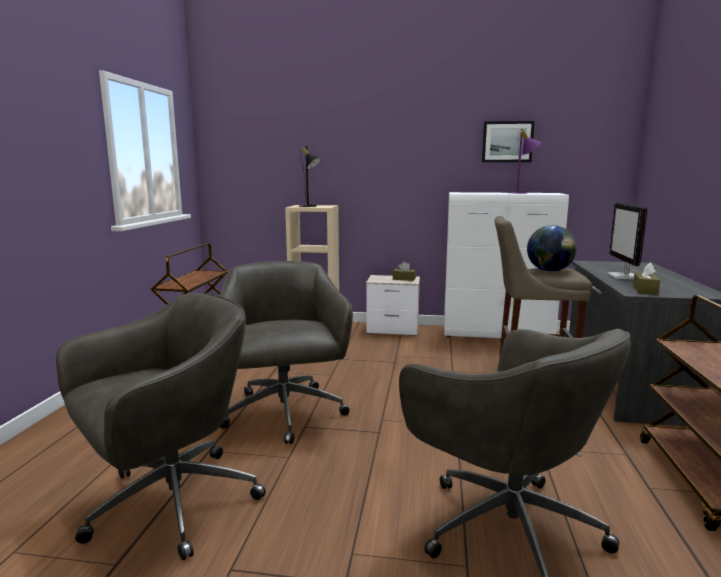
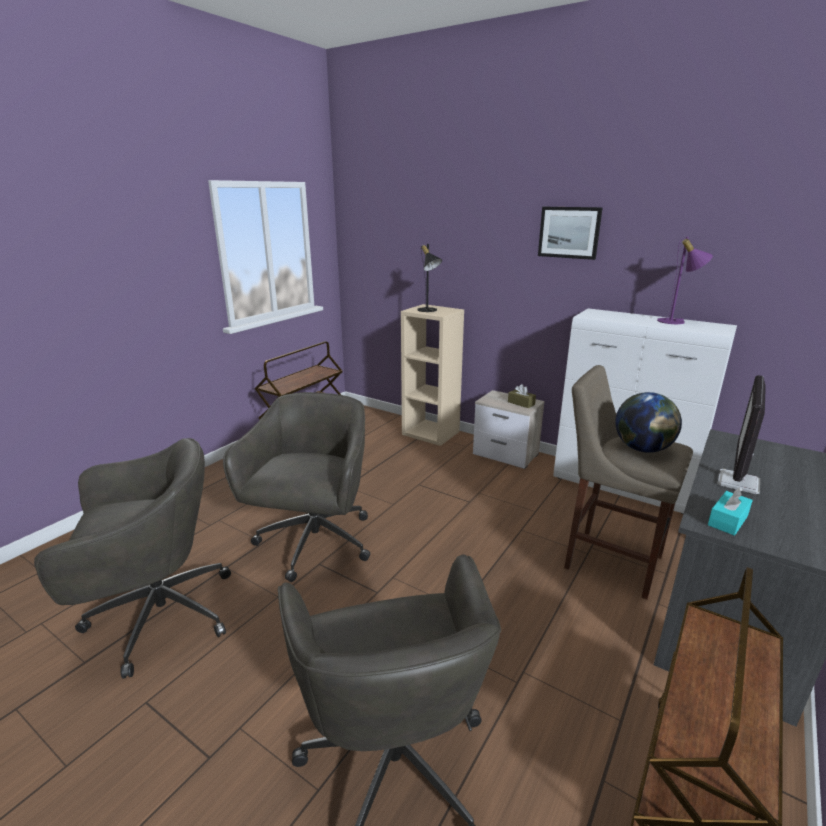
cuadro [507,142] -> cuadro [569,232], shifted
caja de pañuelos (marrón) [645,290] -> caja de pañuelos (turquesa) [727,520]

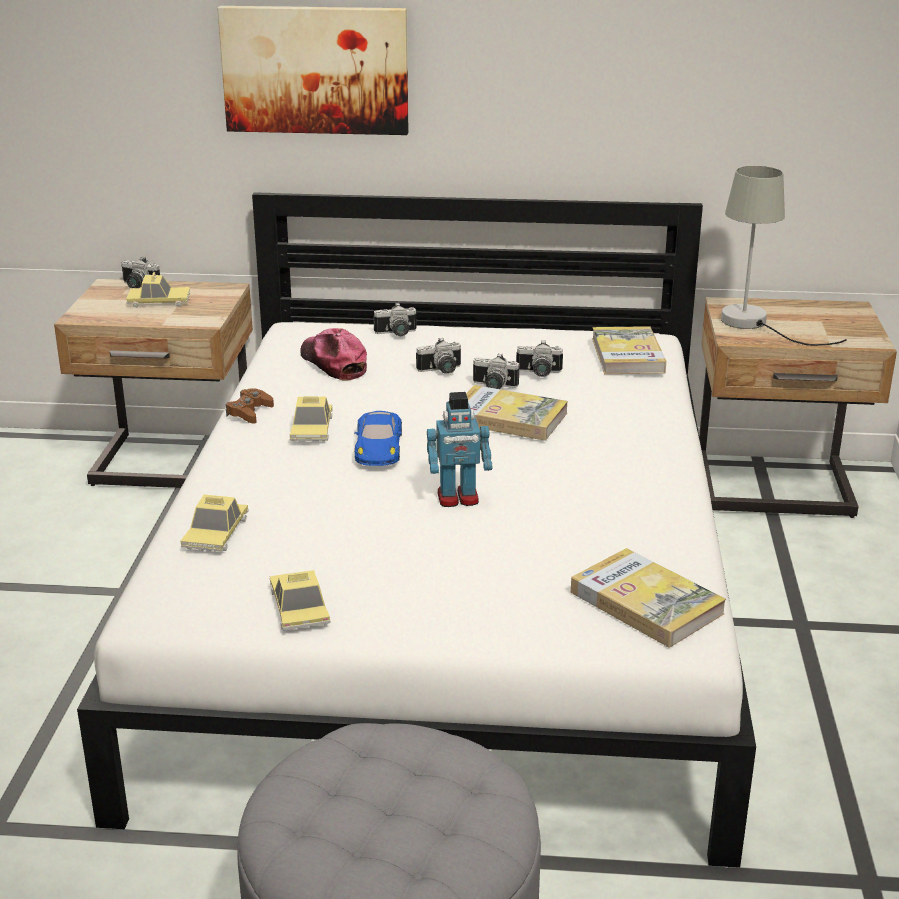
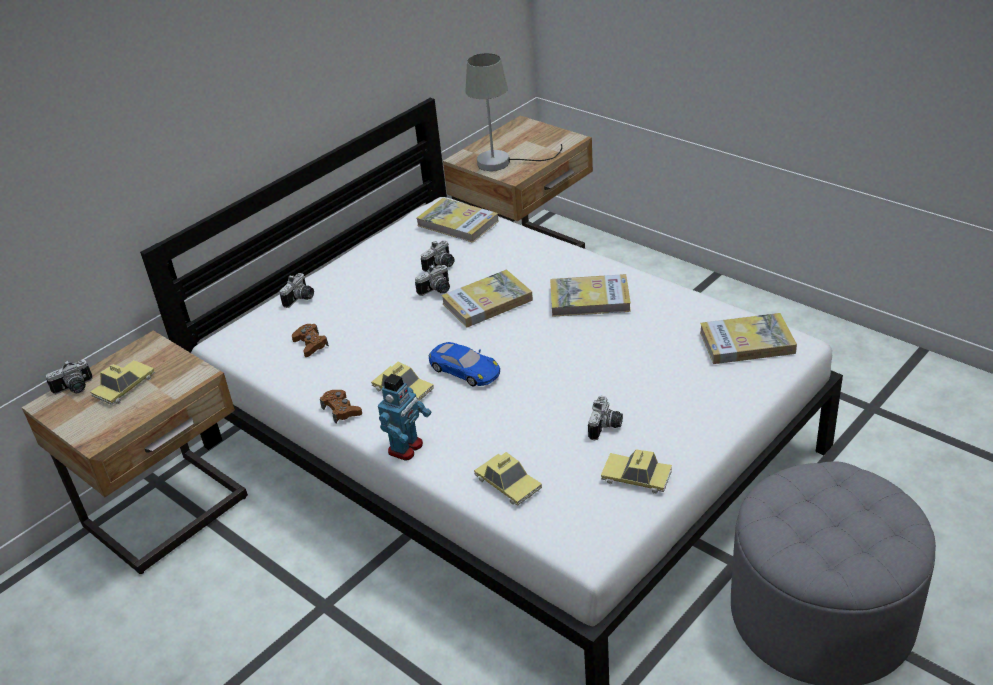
cuadro [315,70] -> none
gorra [333,363] -> mando de consola (marrón) [310,344]
cámara [441,371] -> cámara [606,427], shifted
robot de juguete [458,498] -> robot de juguete [406,448], shifted
none -> libro [589,299]

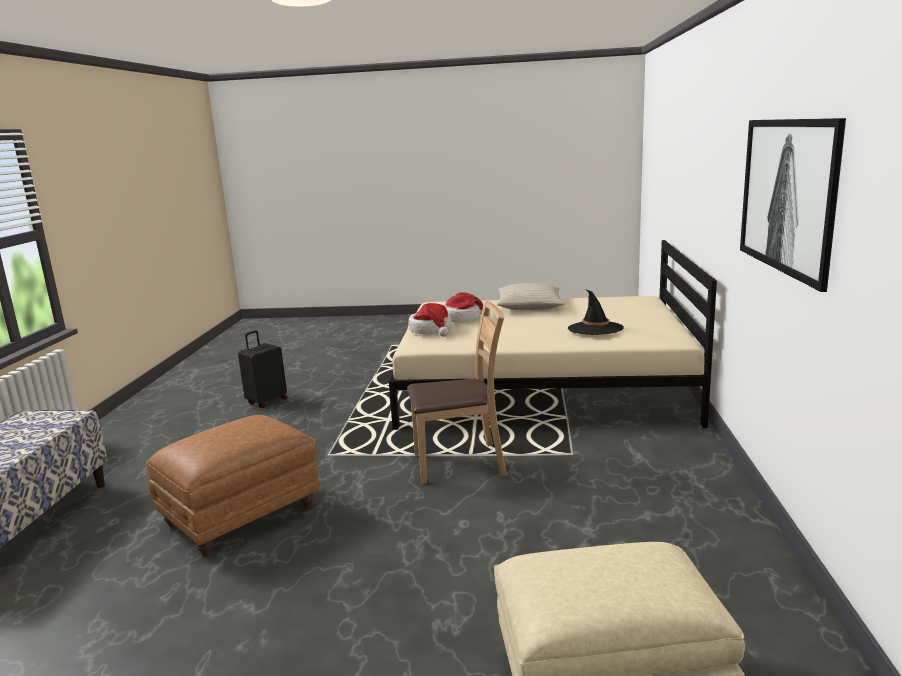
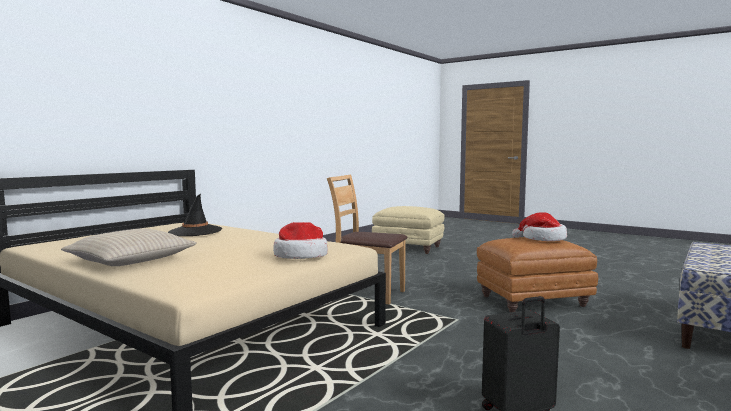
cuadro [789,195] -> none
sombrero [461,318] -> sombrero [542,239], shifted

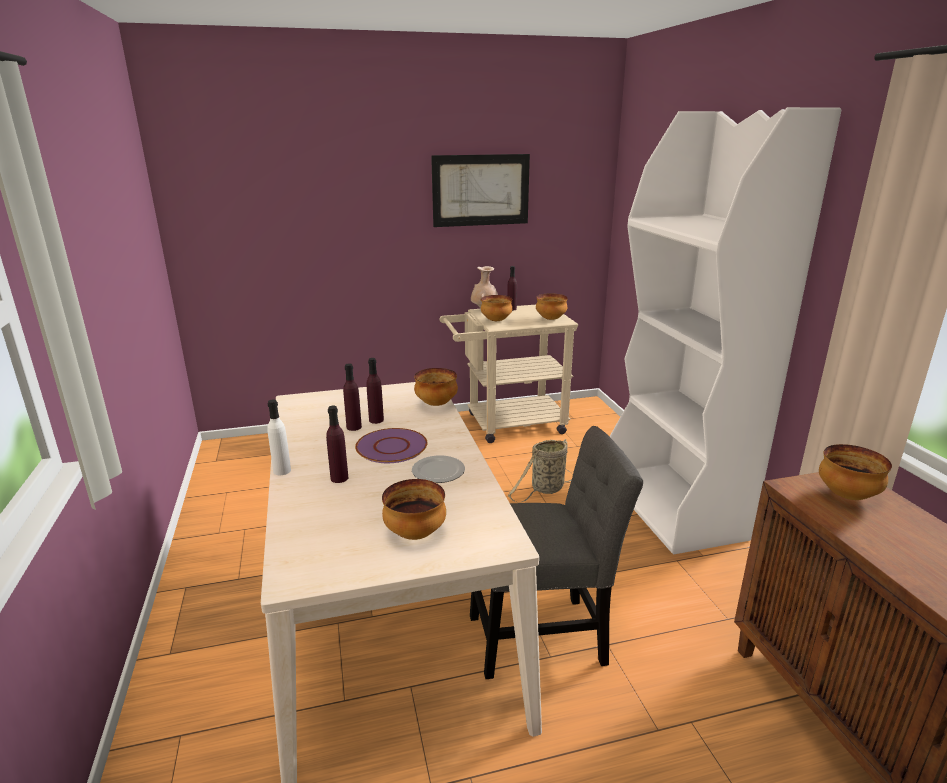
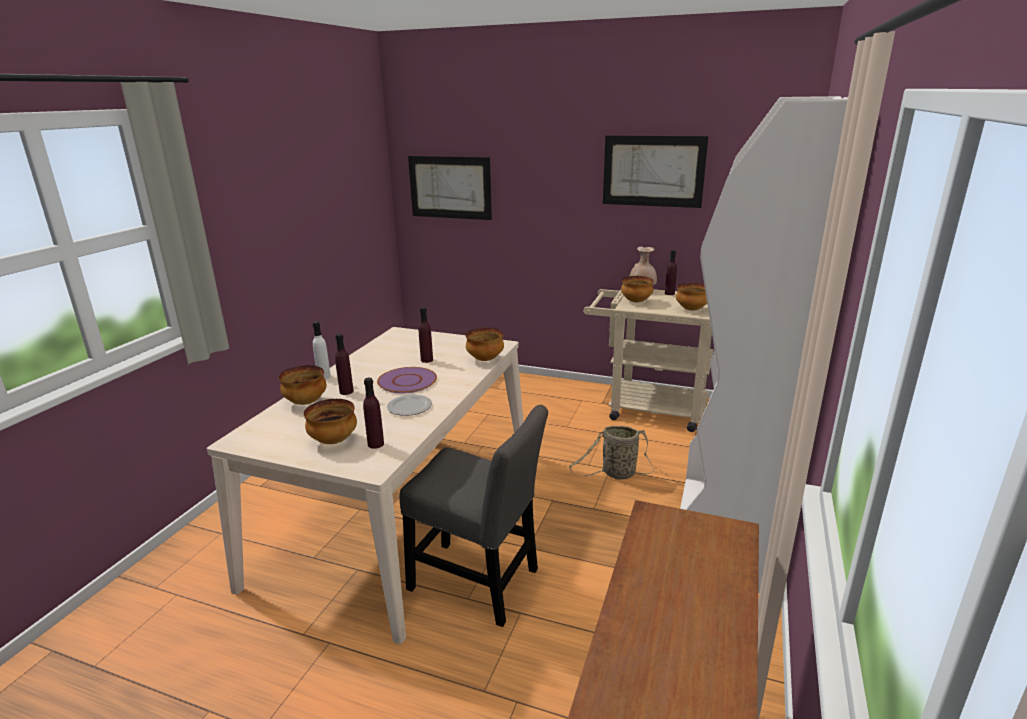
botella (morado) [354,427] -> botella (morado) [376,444], shifted
cuenco [846,495] -> cuenco [306,402], shifted
none -> cuadro [450,187]

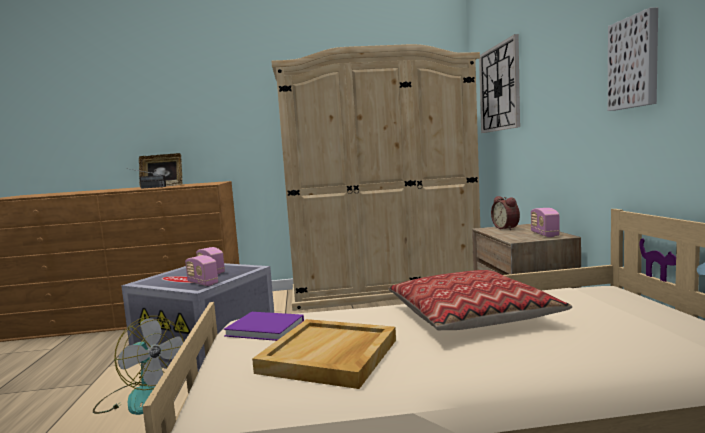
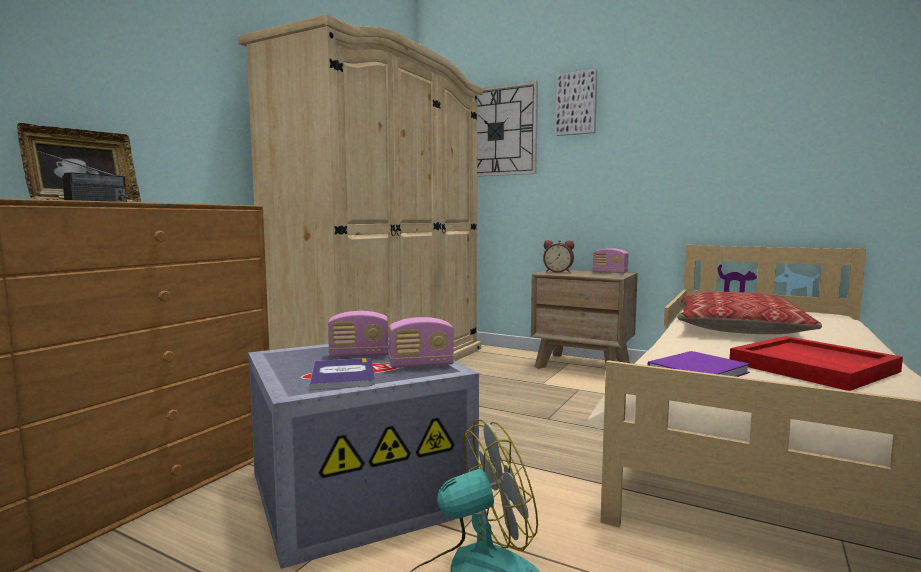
cuadro [635,62] -> cuadro [576,104], shifted
bandeja (beis) [329,356] -> bandeja (rojo) [814,367]
none -> libro [343,375]

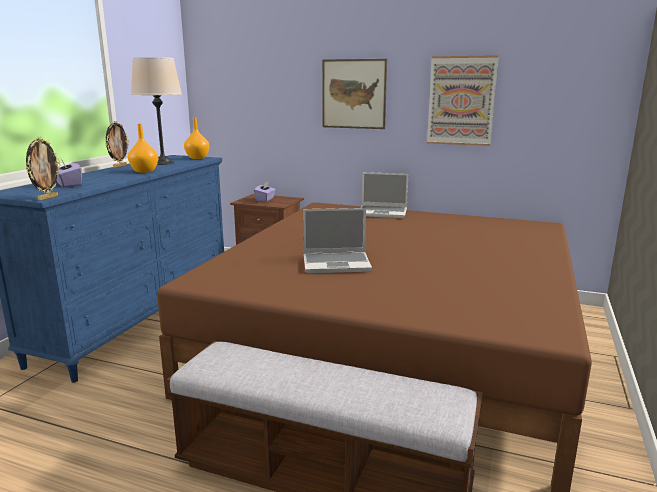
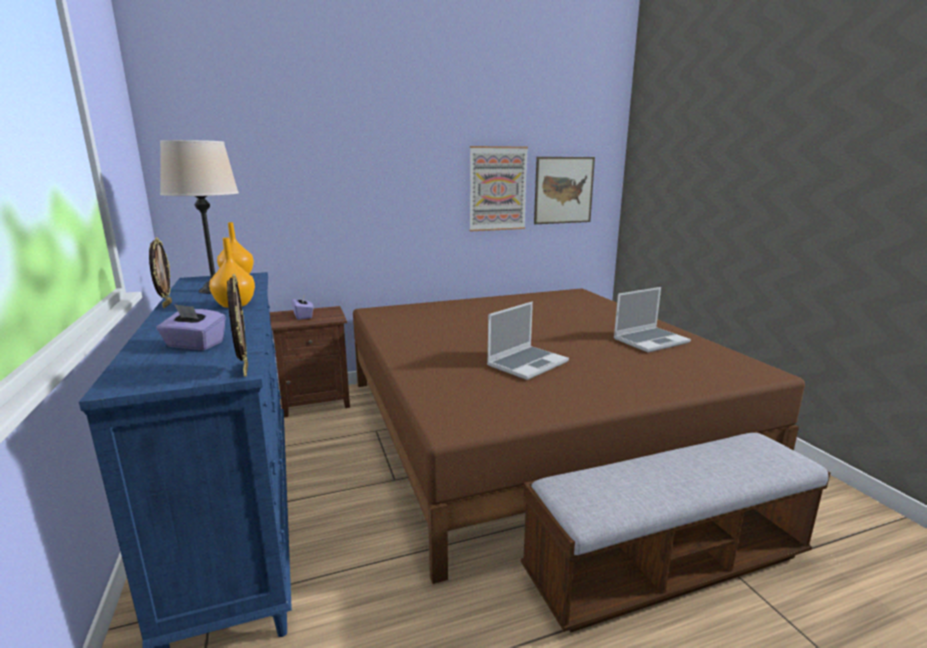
cuadro [354,94] -> cuadro [563,190], shifted
portátil [383,212] -> portátil [650,340], shifted

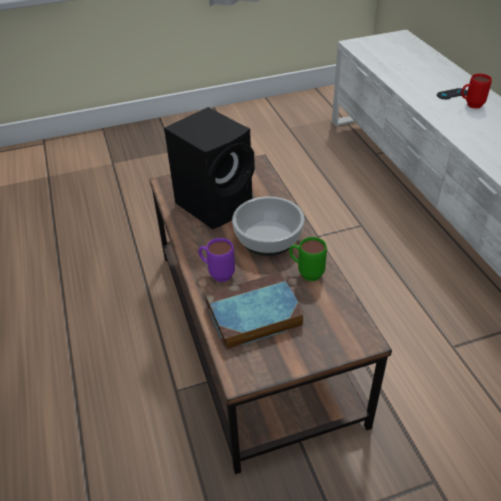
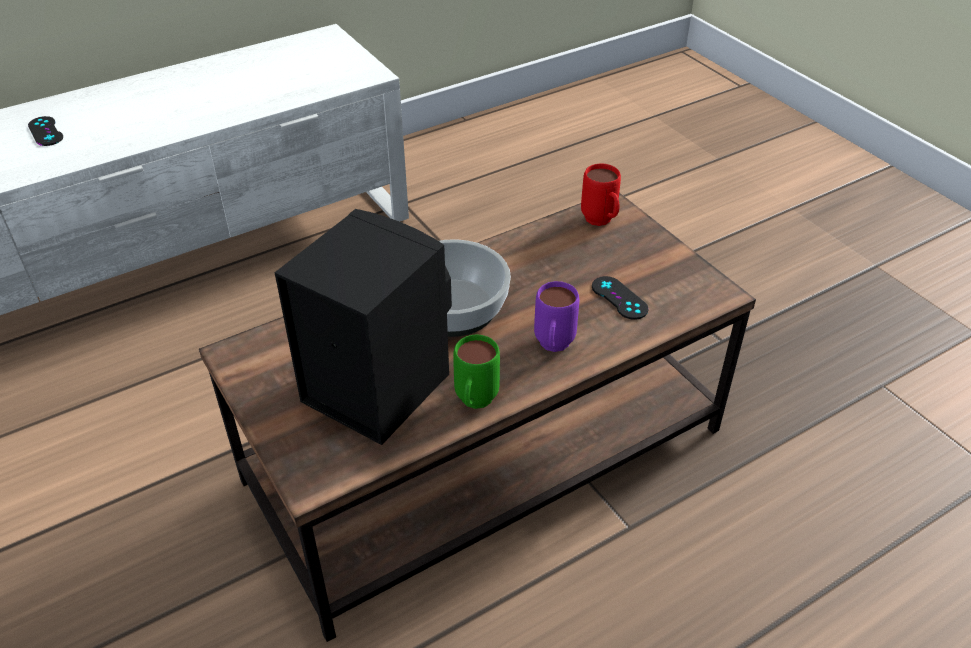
taza grande (rojo) [470,105] -> taza grande (rojo) [601,223], shifted
taza grande (verde) [306,273] -> taza grande (verde) [474,404], shifted
libro [252,316] -> mando de consola (negro) [619,298]

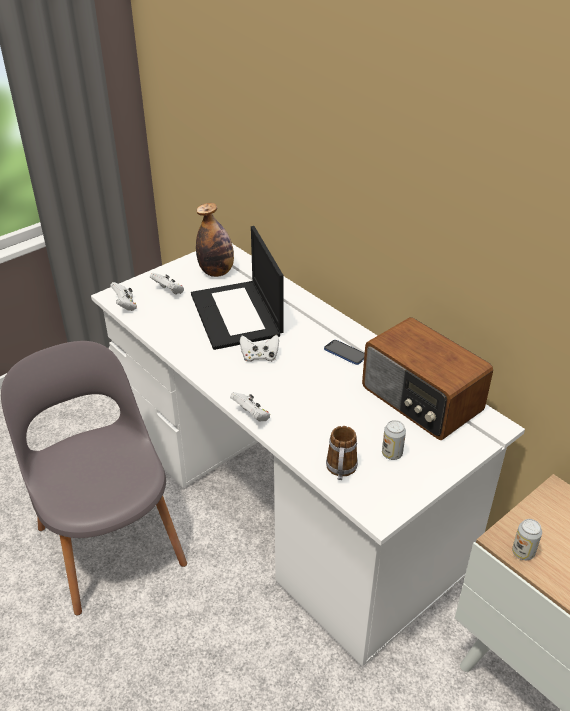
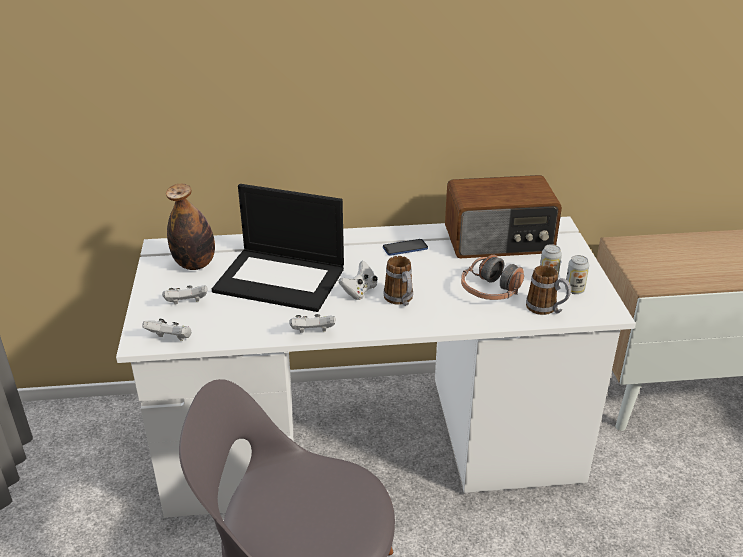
mando de consola (blanco) [251,416] -> mando de consola (blanco) [313,332], shifted
lata [523,552] -> lata [574,290], shifted
none -> auriculares [491,291]
none -> taza grande [400,300]

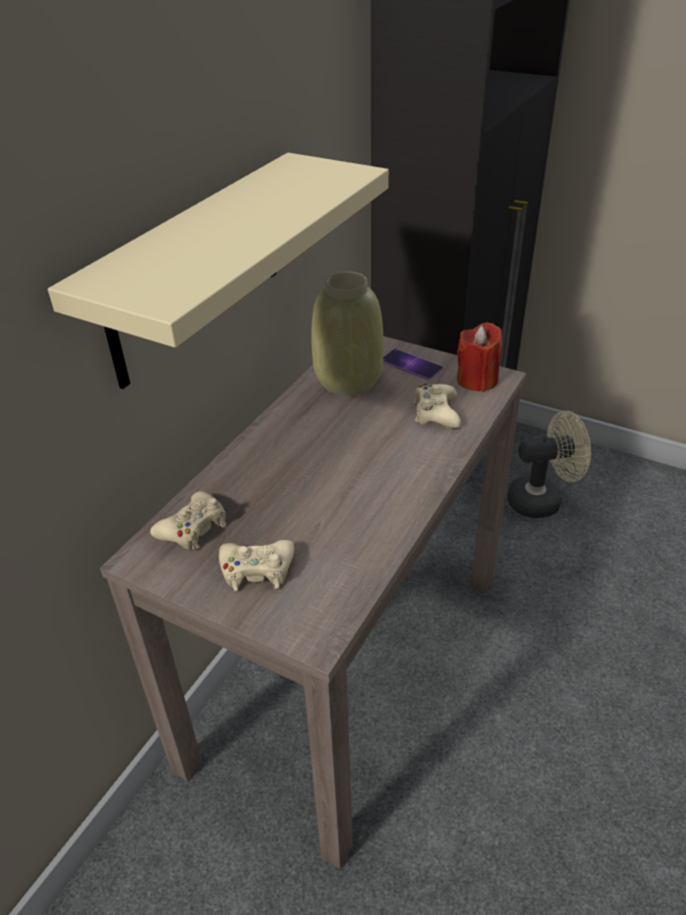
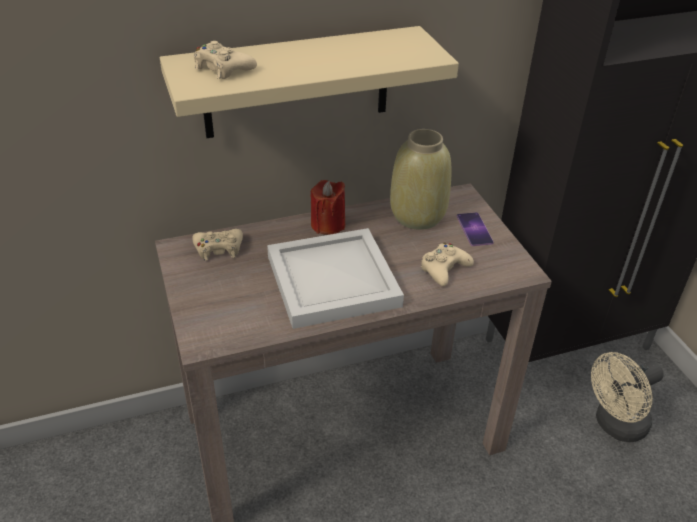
vela (rojo) [477,380] -> vela (rojo) [328,224], shifted
ventilador (beis) [542,499] -> ventilador (beis) [615,425], 120 degrees clockwise
mando de consola (beis) [257,570] -> mando de consola (beis) [223,68], shifted
none -> bandeja (blanco) [335,282]

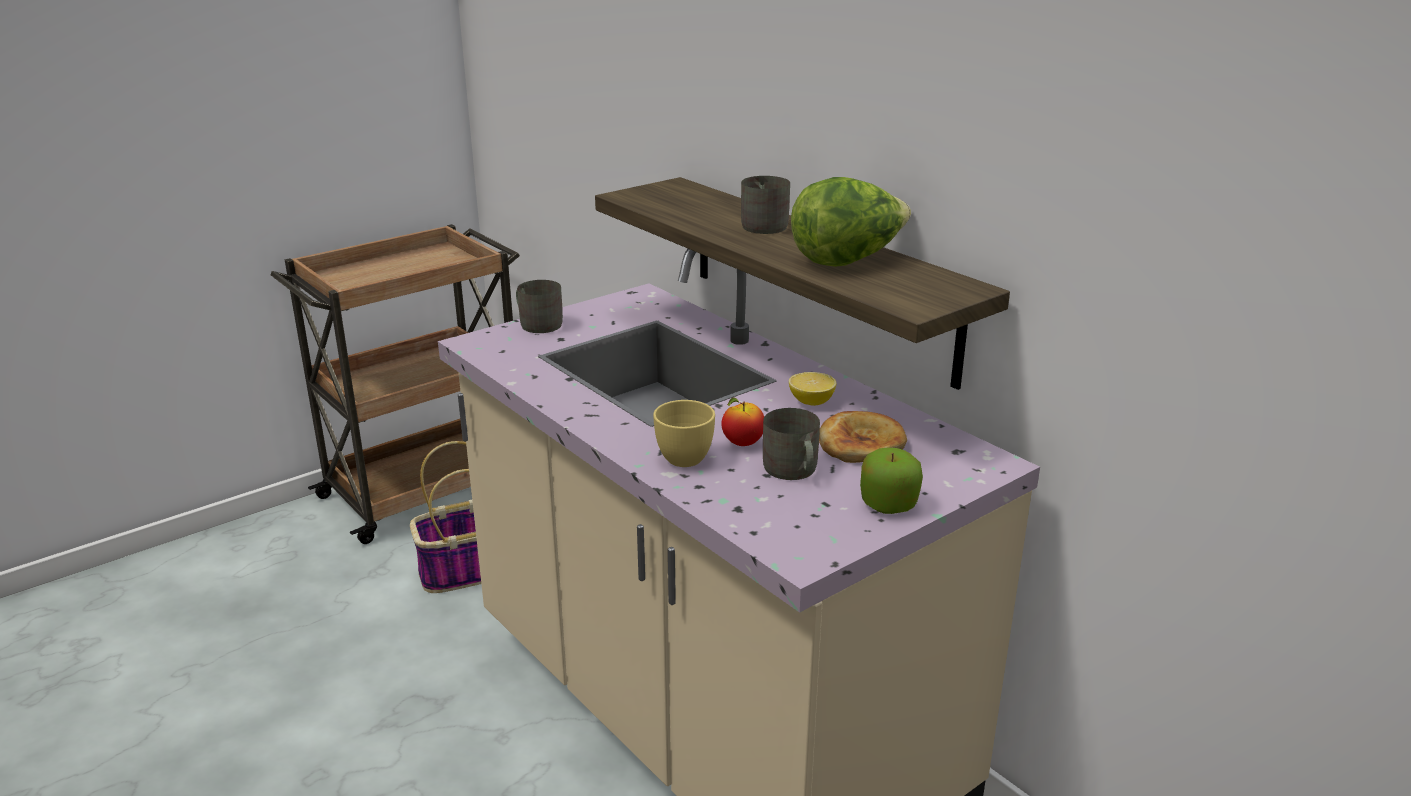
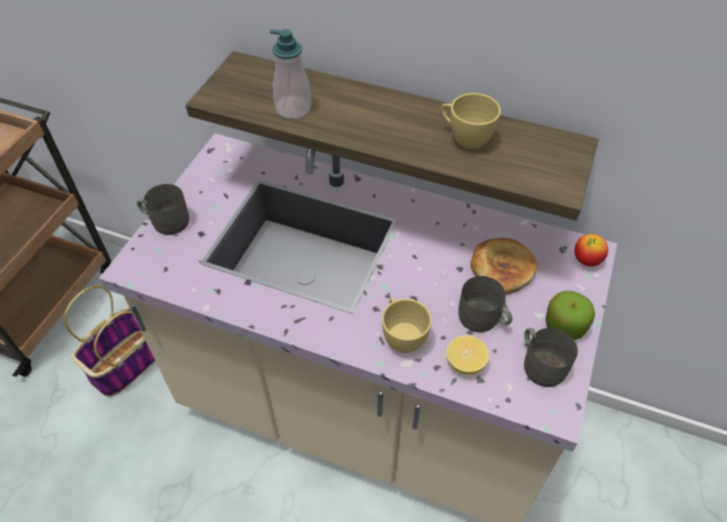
taza grande (gris) [764,224] -> taza grande (gris) [540,363], shifted
lechuga [847,260] -> taza (amarillo) [465,138]
limón [811,402] -> limón [465,363], shifted
manzana [742,443] -> manzana [586,260], shifted
none -> dispensador de jabón [293,108]

